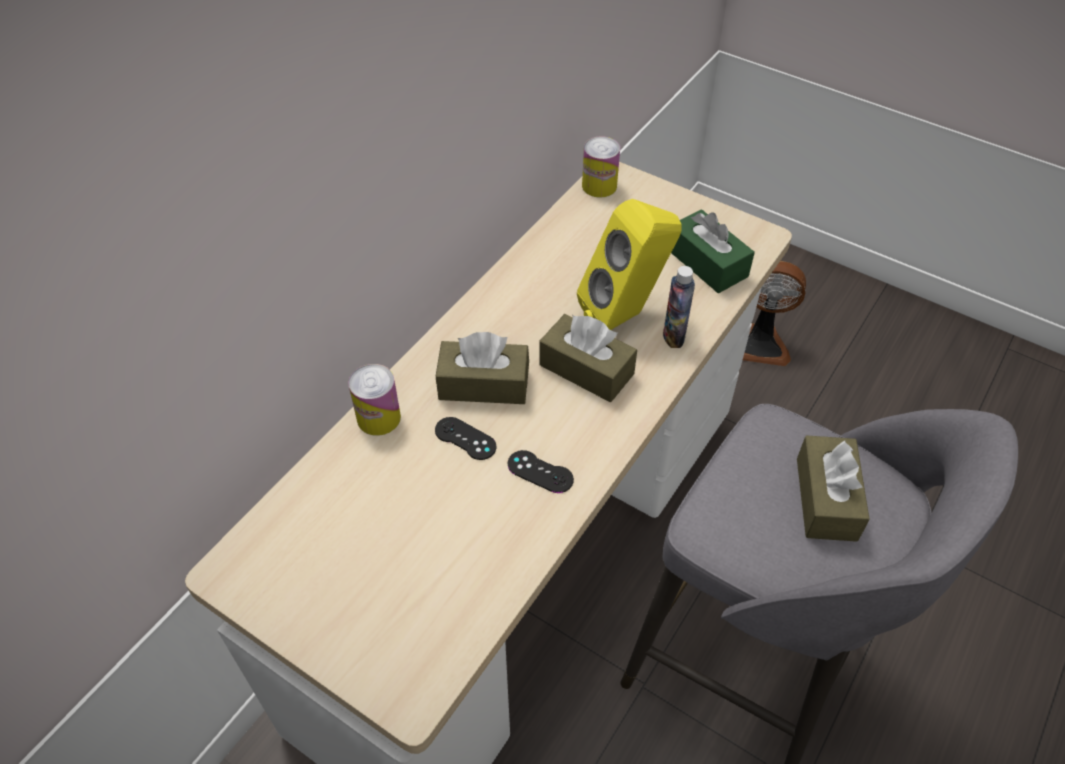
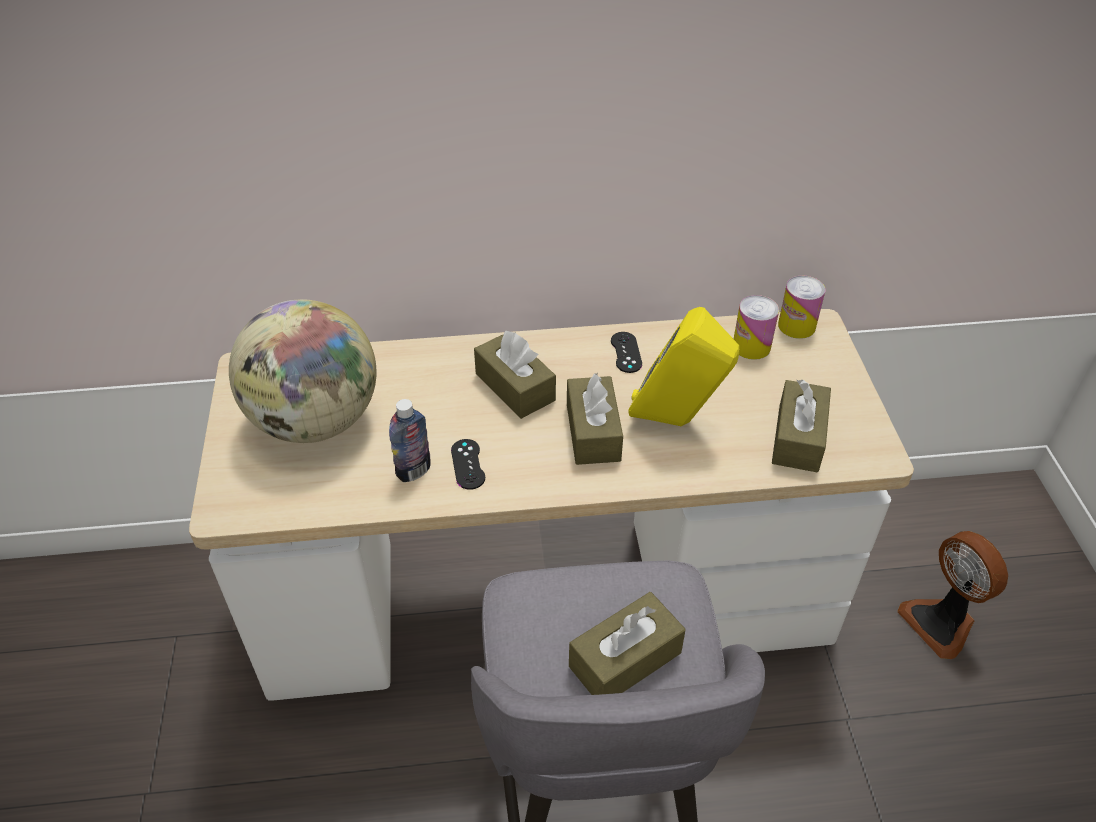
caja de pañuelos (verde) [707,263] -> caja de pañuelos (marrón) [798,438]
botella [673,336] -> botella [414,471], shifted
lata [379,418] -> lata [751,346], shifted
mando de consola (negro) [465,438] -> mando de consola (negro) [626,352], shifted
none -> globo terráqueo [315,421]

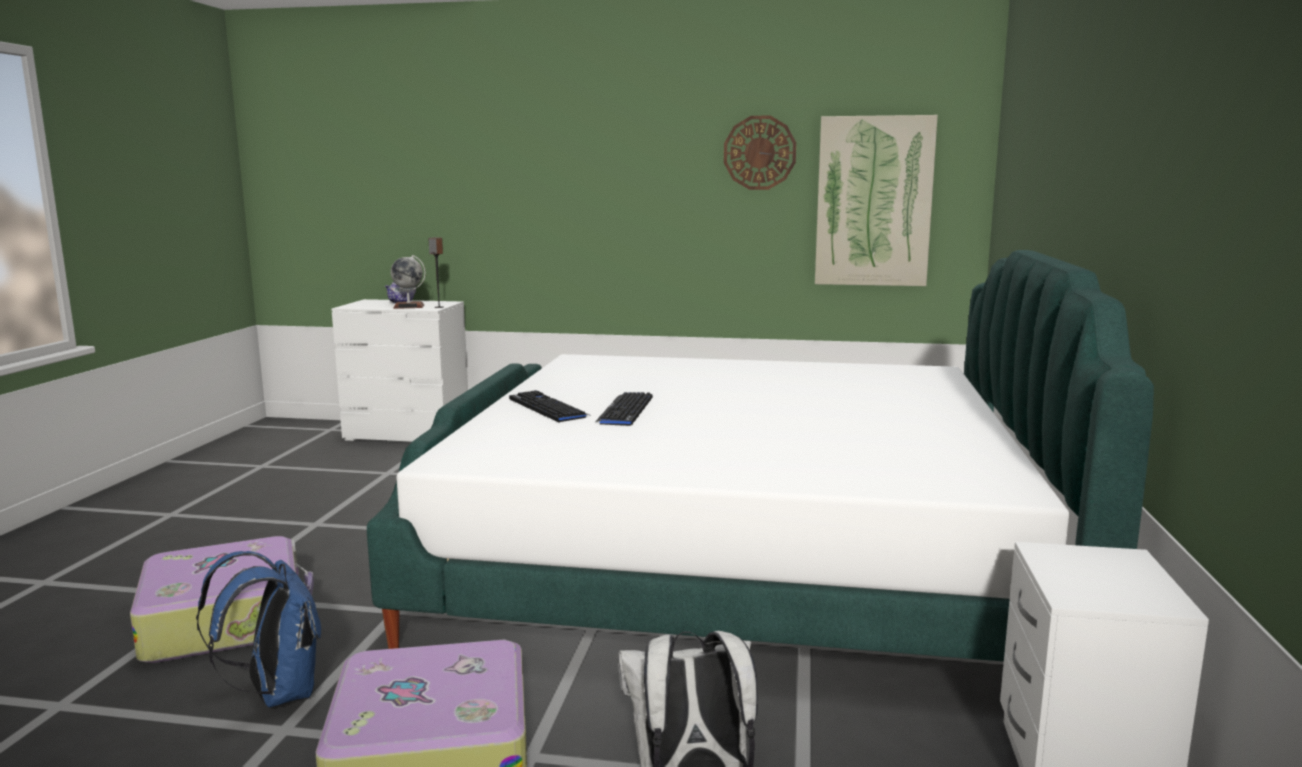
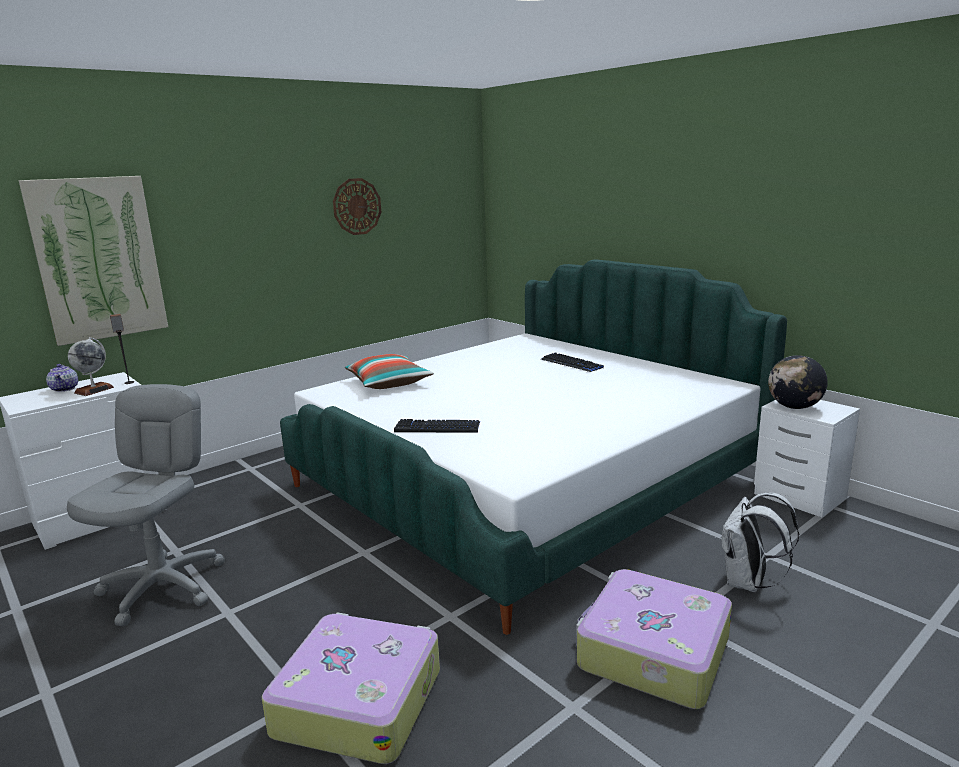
cuadro [873,201] -> cuadro [98,259], shifted
teclado [625,411] -> teclado [571,364], shifted
mochila (azul) [277,693] -> none
none -> cojín [388,383]
none -> globo terráqueo [794,407]
none -> silla de oficina (gris) [163,587]

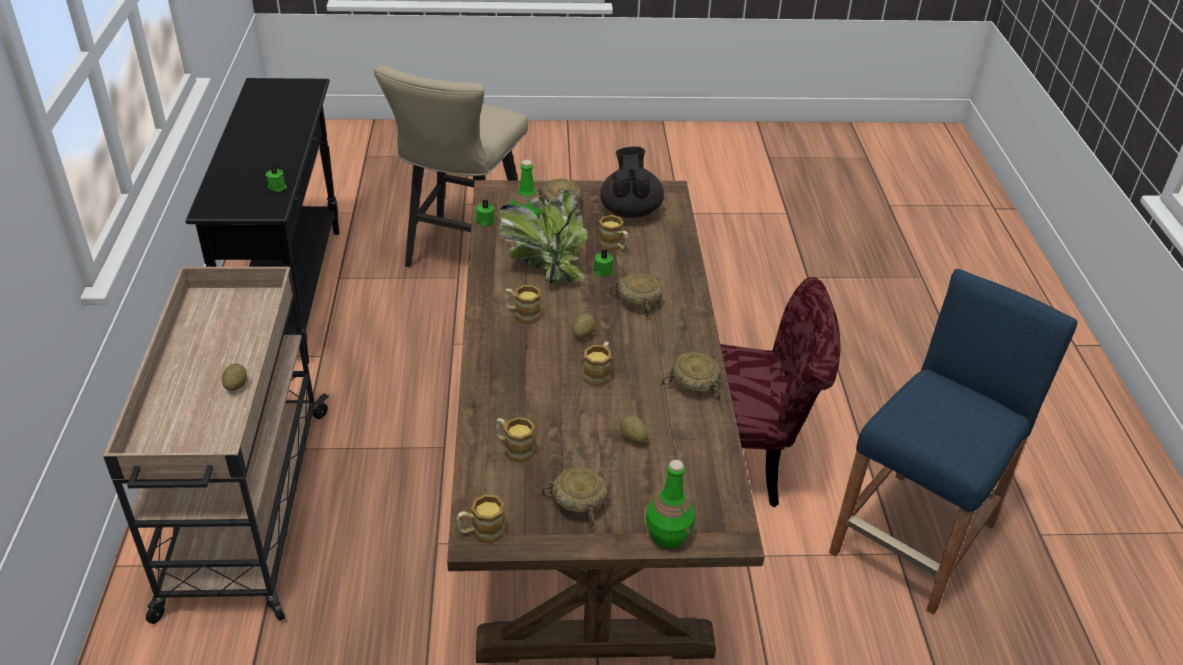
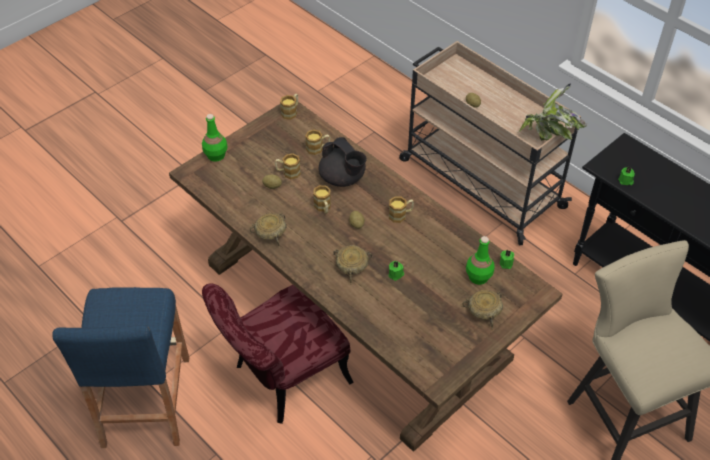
tetera (negro) [630,210] -> tetera (negro) [343,178], shifted
planta en maceta [544,266] -> planta en maceta [549,136], shifted
taza grande [614,246] -> taza grande [288,172], shifted
cuenco (beis) [579,504] -> none

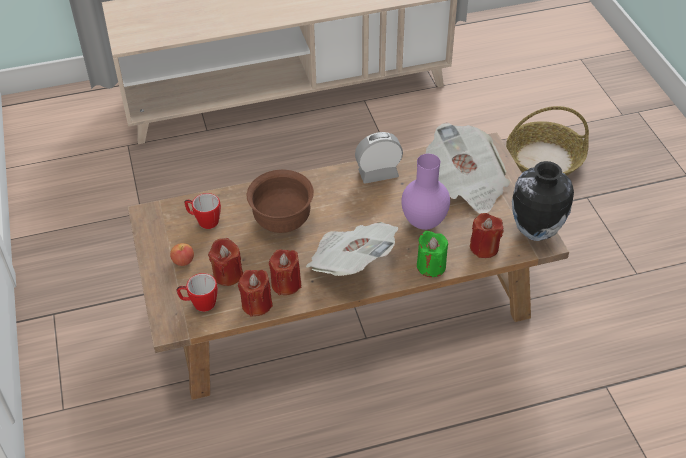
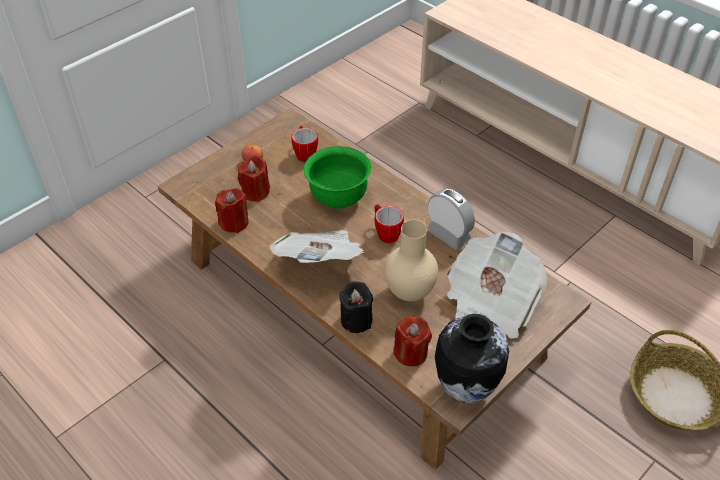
florero (morado) [423,224] -> florero (beis) [408,293]
cuenco (marrón) [282,222] -> cuenco (verde) [338,198]
vela (verde) [431,266] -> vela (negro) [356,320]
vela (rojo) [286,284] -> none
taza grande [199,303] -> taza grande [385,233], shifted

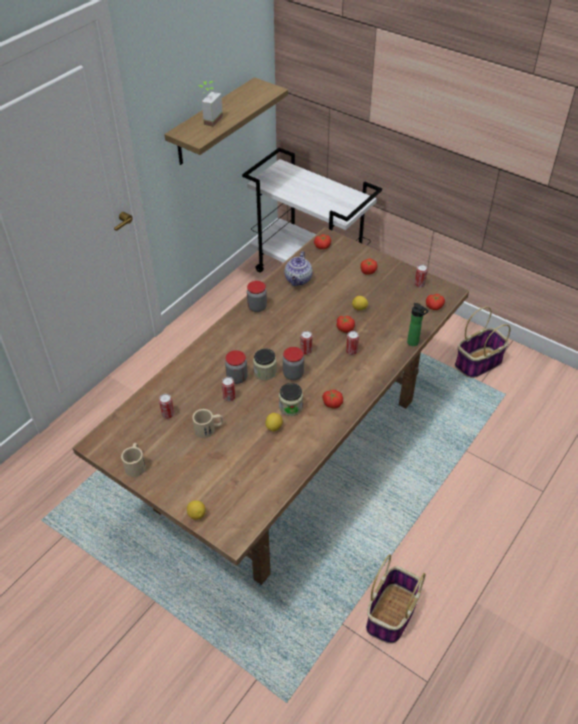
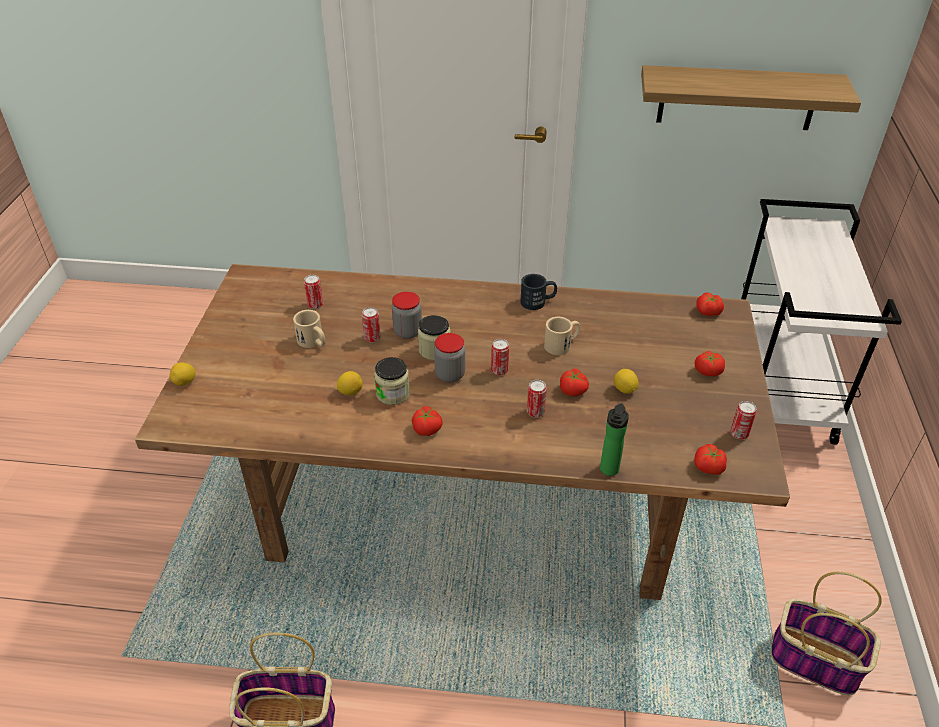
planta en maceta [209,119] -> none
tetera [298,280] -> none
tarro [257,307] -> taza grande (negro) [538,301]
taza grande (beis) [136,464] -> taza grande (beis) [562,344], shifted

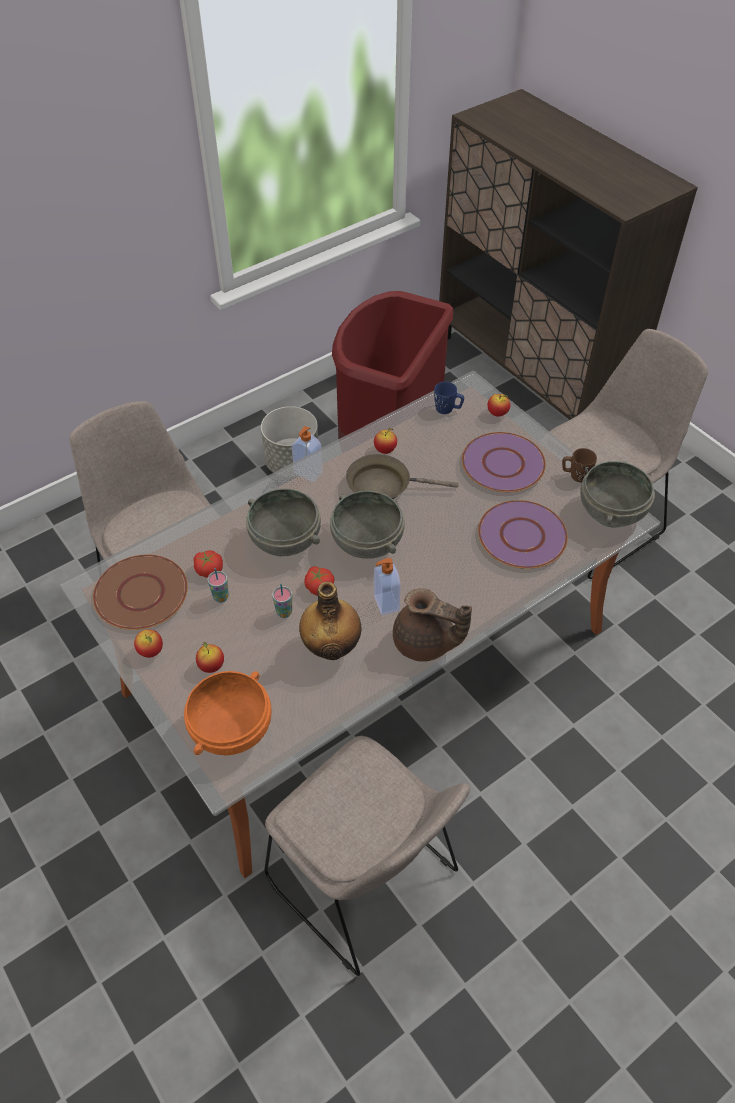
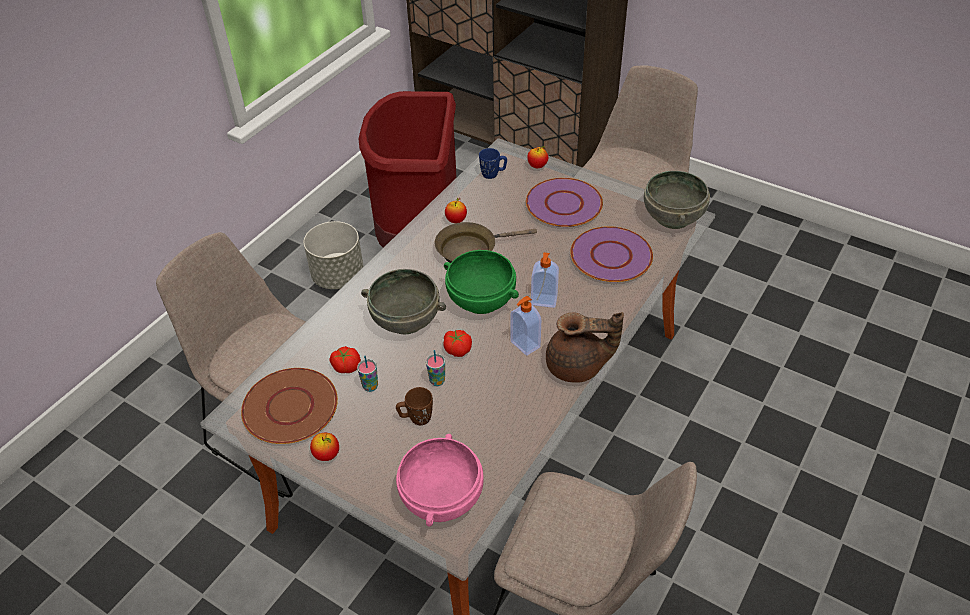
dispensador de jabón [307,473] -> dispensador de jabón [544,301], shifted
taza grande (marrón) [575,475] -> taza grande (marrón) [416,418], shifted
cuenco (gris) [368,542] -> cuenco (verde) [482,299]
botella [332,647] -> none
manzana [211,666] -> none
cuenco (naranja) [232,730] -> cuenco (rosa) [443,498]

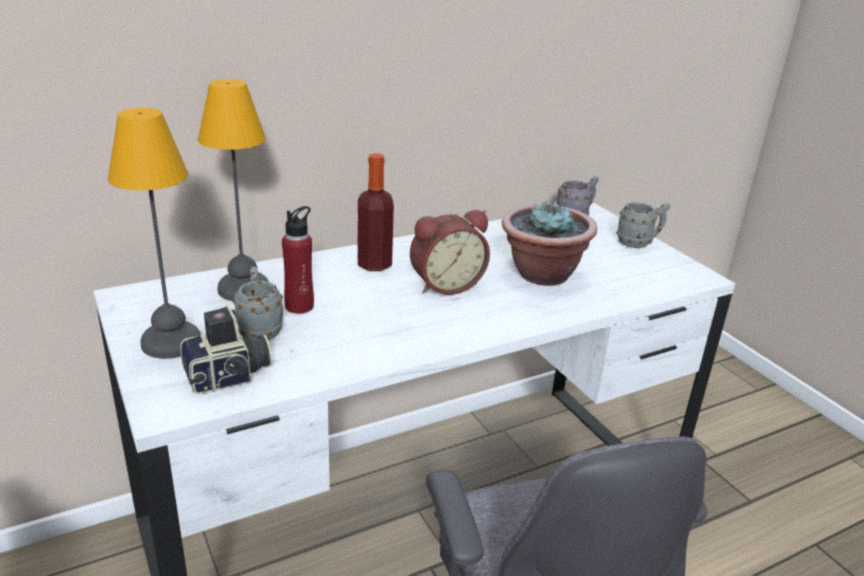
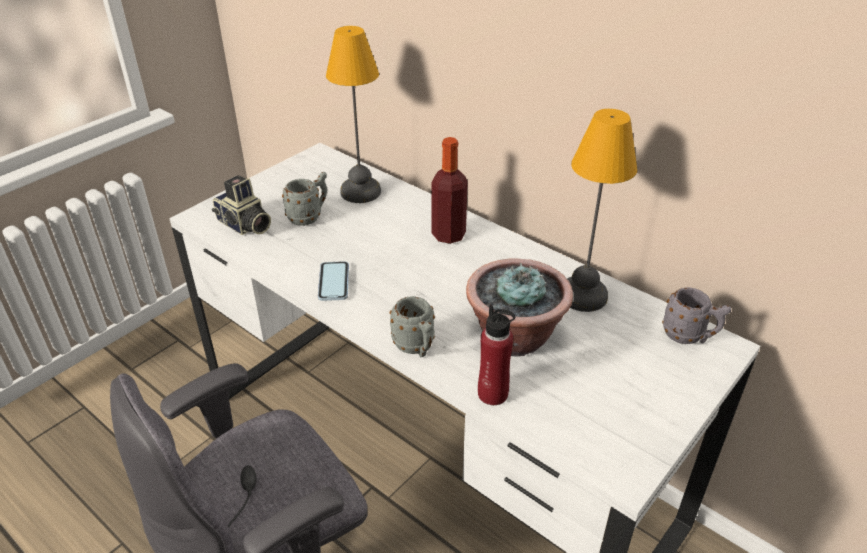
lámpara de mesa [171,341] -> lámpara de mesa [584,294], shifted
taza grande (gris) [639,243] -> taza grande (gris) [416,348], shifted
botella (rojo) [299,306] -> botella (rojo) [493,394], shifted
despertador [445,284] -> none
none -> móvil [334,282]

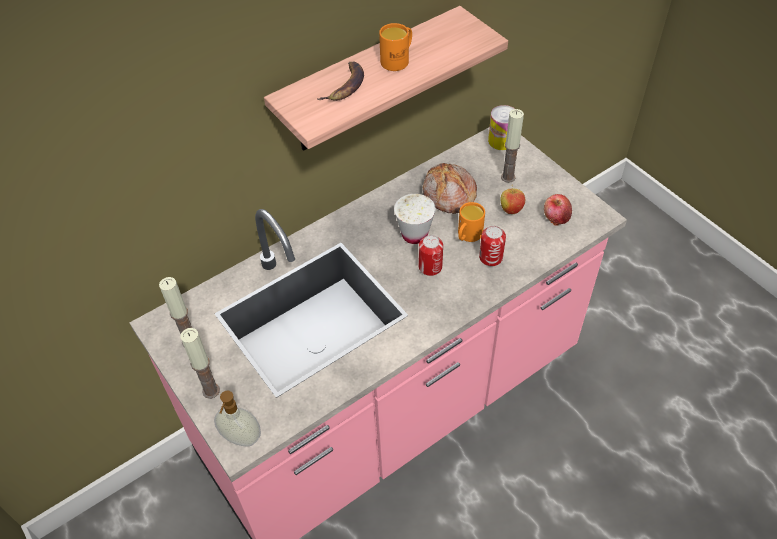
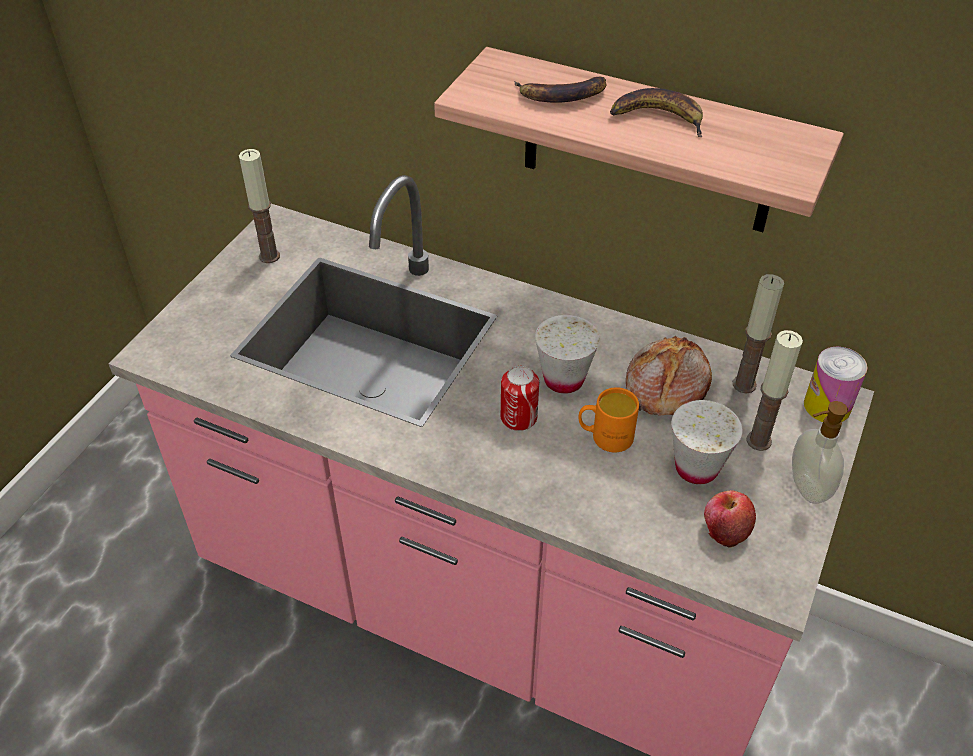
taza grande (naranja) [398,60] -> plátano [657,118]
manzana [511,209] -> taza (blanco) [696,468]
lata [490,257] -> none
vela [211,391] -> vela [744,384], shifted
dispensador de jabón [241,439] -> dispensador de jabón [806,487], shifted

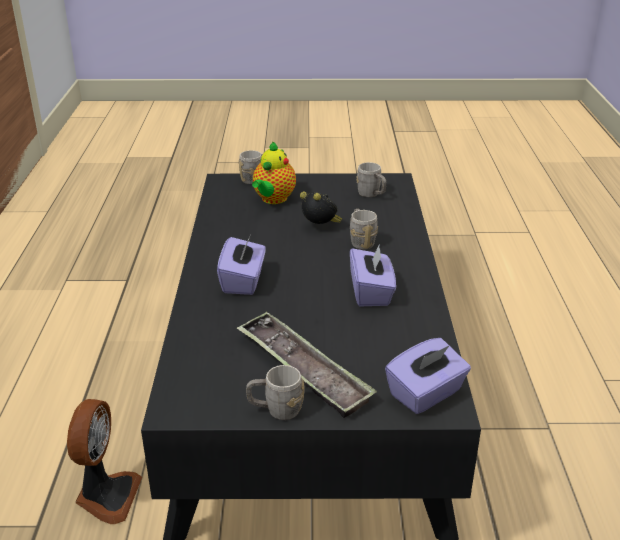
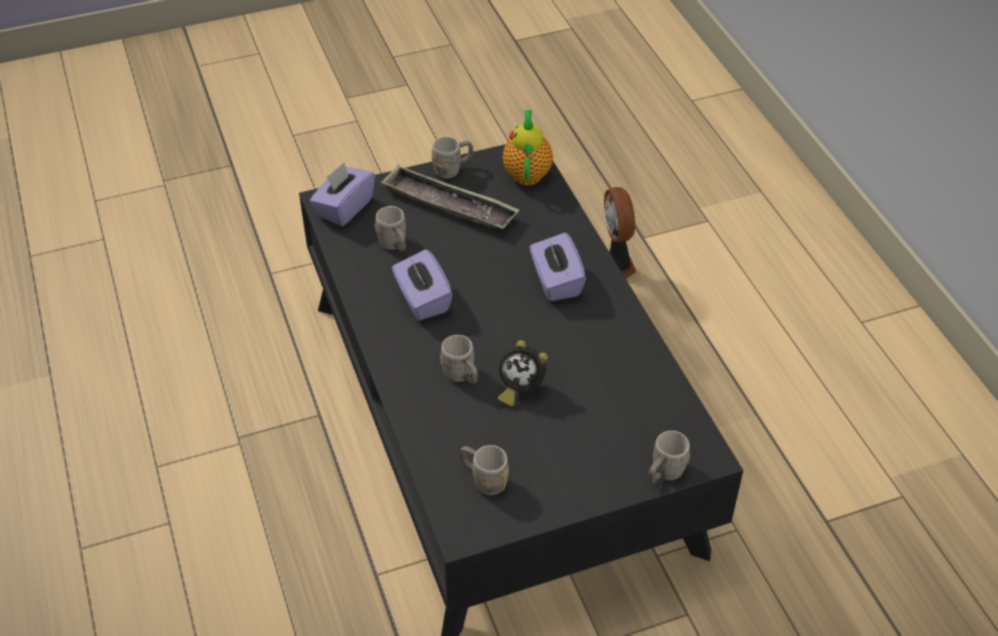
tetera [273,199] -> tetera [527,172], shifted
none -> taza grande (gris) [394,245]

